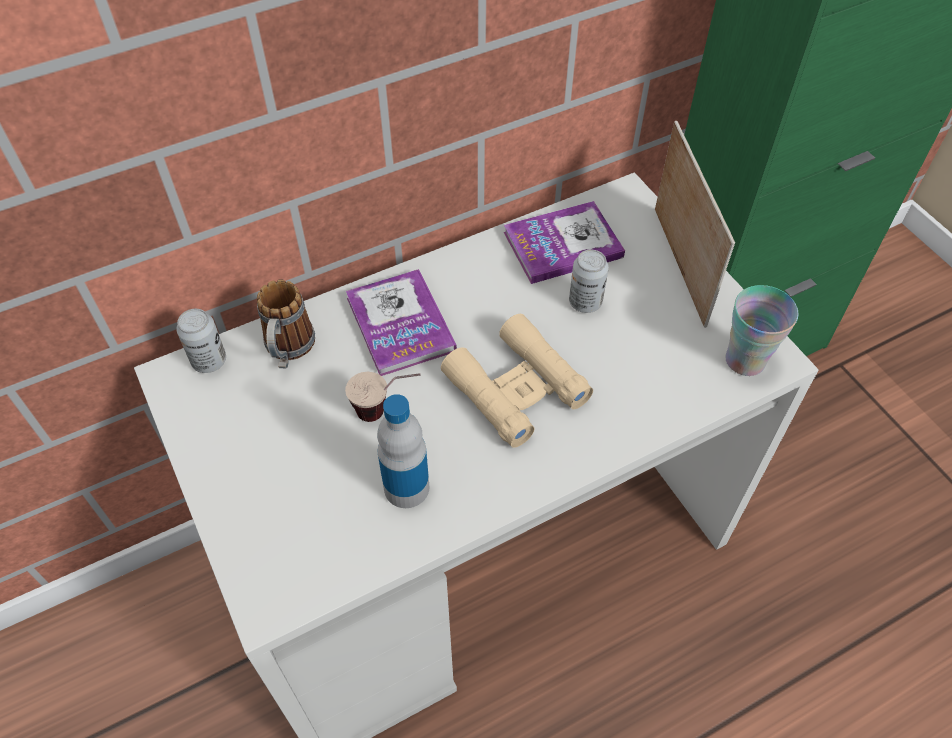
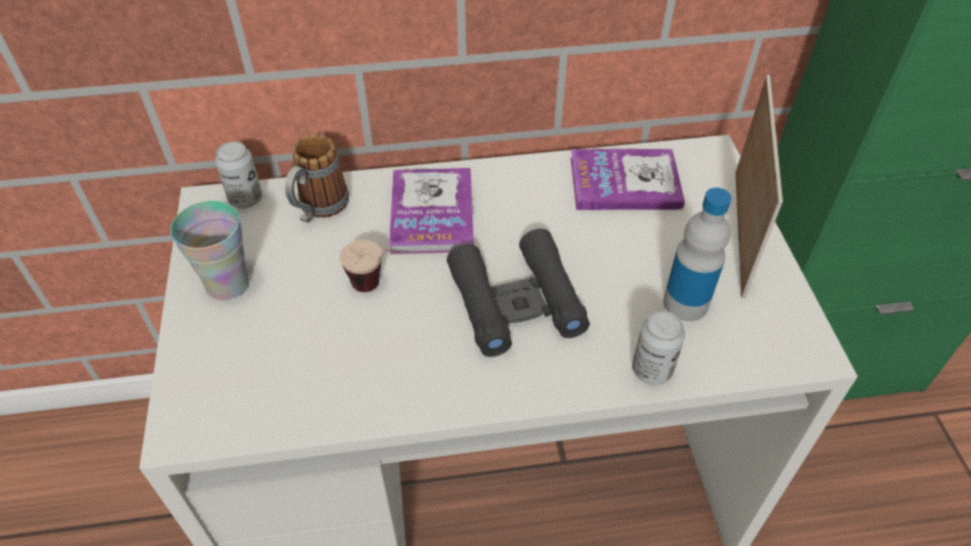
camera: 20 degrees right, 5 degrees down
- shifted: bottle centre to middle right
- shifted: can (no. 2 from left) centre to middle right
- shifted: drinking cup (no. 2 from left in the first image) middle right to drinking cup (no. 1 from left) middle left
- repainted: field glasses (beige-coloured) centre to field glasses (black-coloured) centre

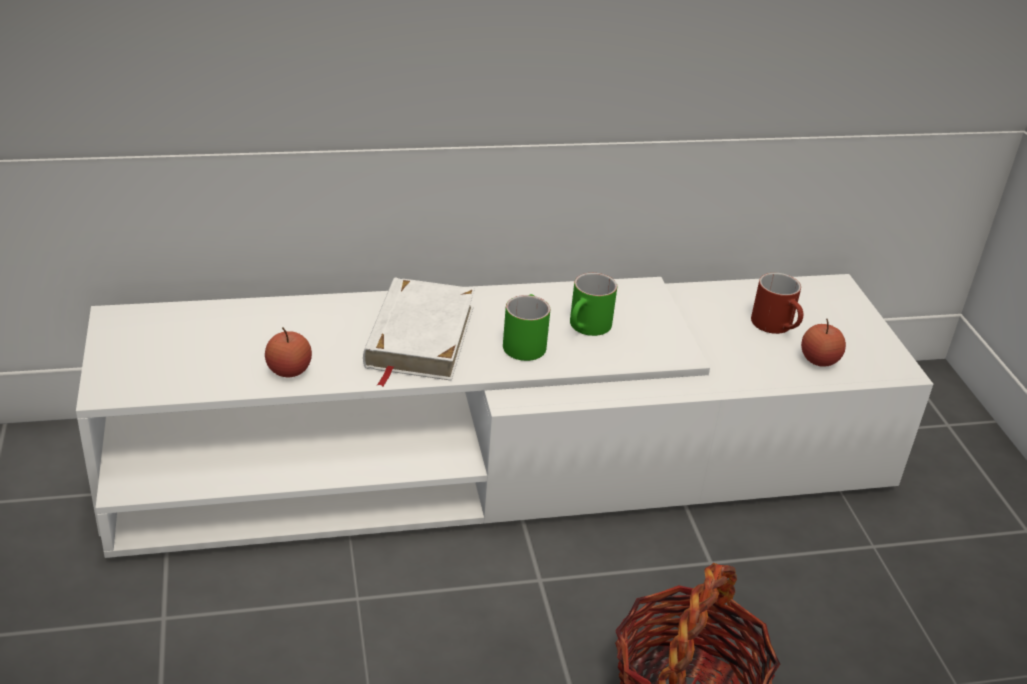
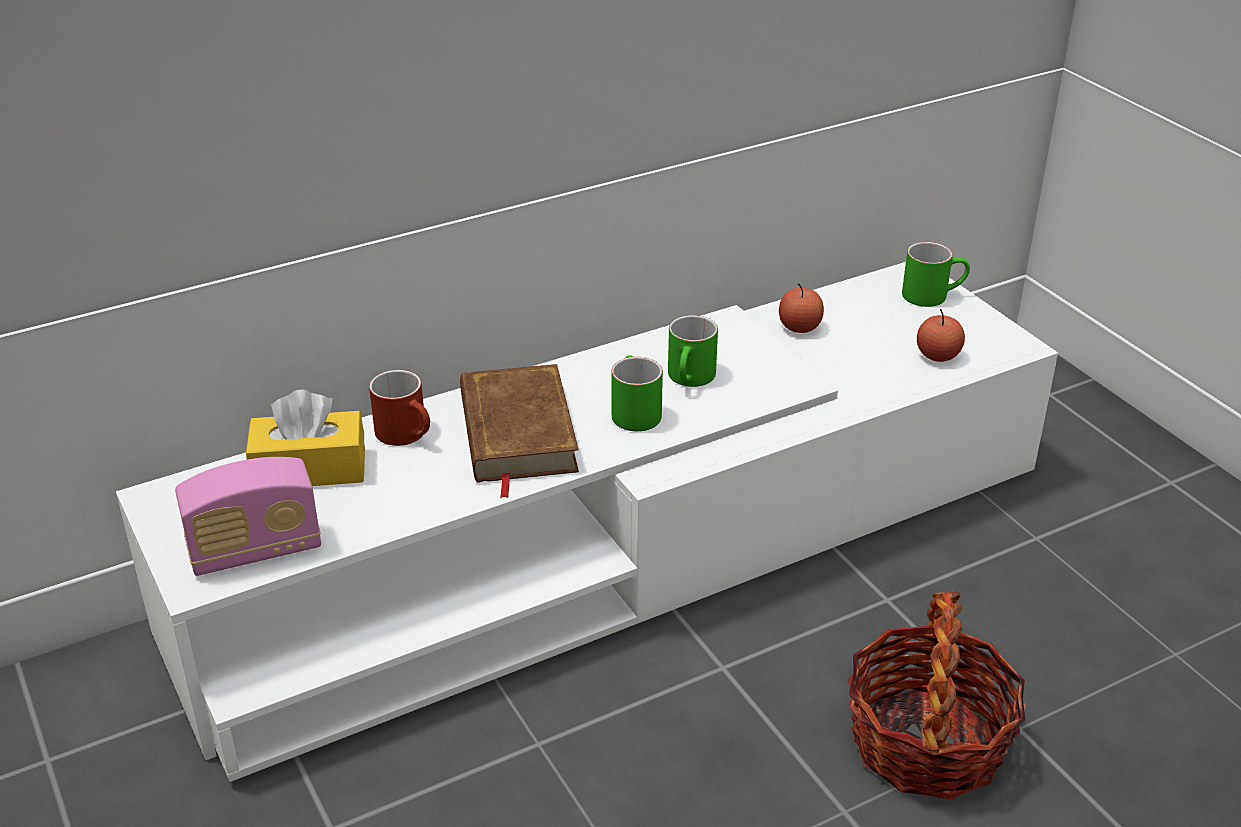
camera: 15 degrees left, 0 degrees up
- new: radio middle left
- new: tissue holder (yellow) middle left
- new: coffee mug (greenish) (no. 3 from left) top right
- shifted: whole apple (no. 1 from left) middle left to centre
- shifted: coffee mug (reddish) middle right to middle left
- repainted: bound book (white-coloured) centre to bound book (brownish) centre

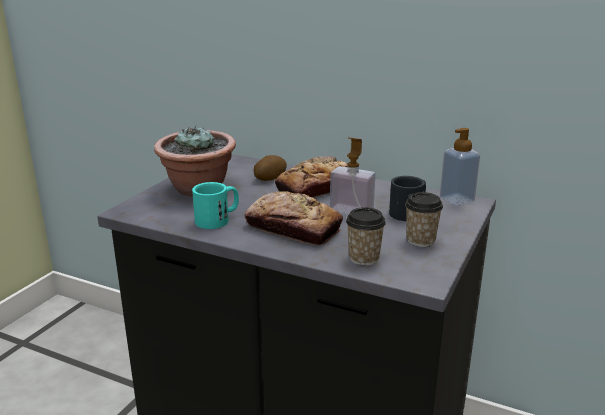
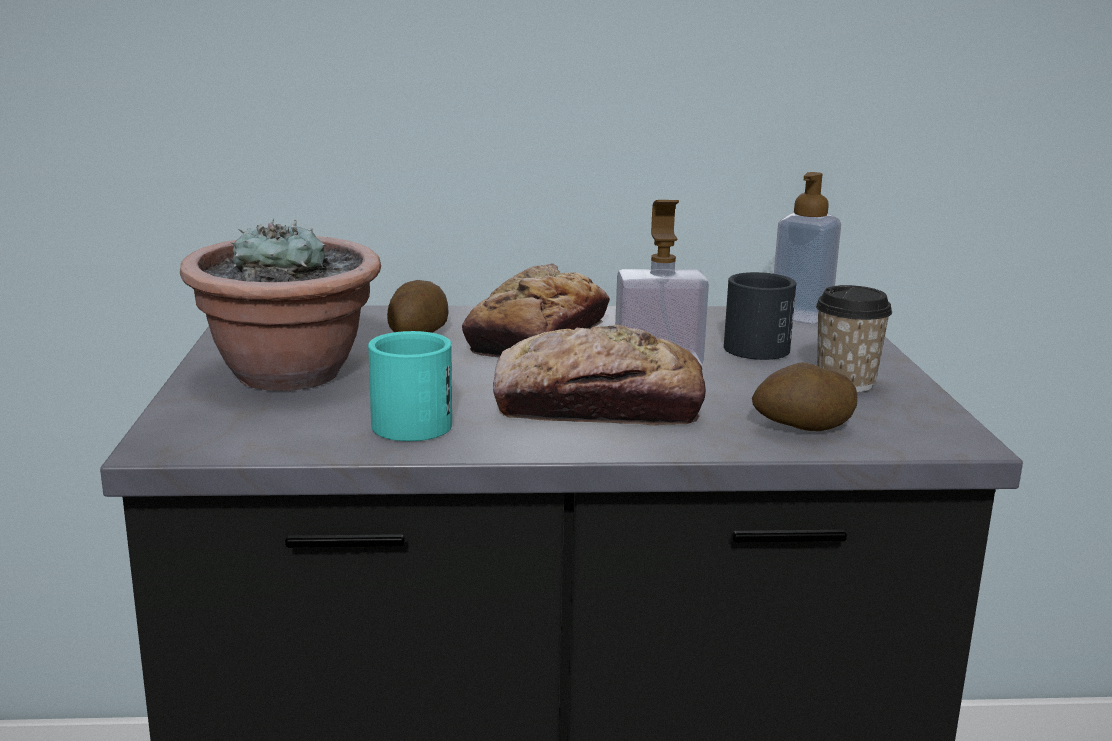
camera: 30 degrees left, 5 degrees down
- swapped: drinking cup (no. 1 from left) centre to potato (no. 2 from left) middle right

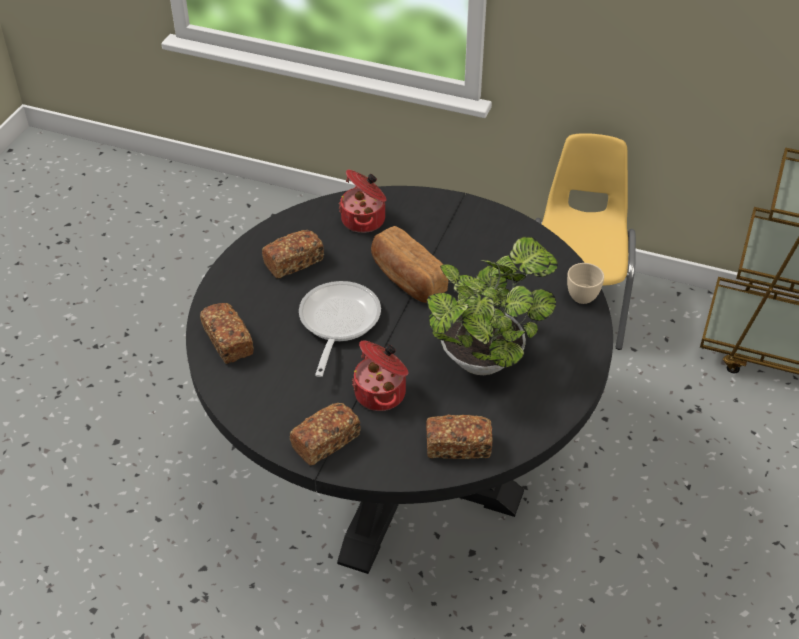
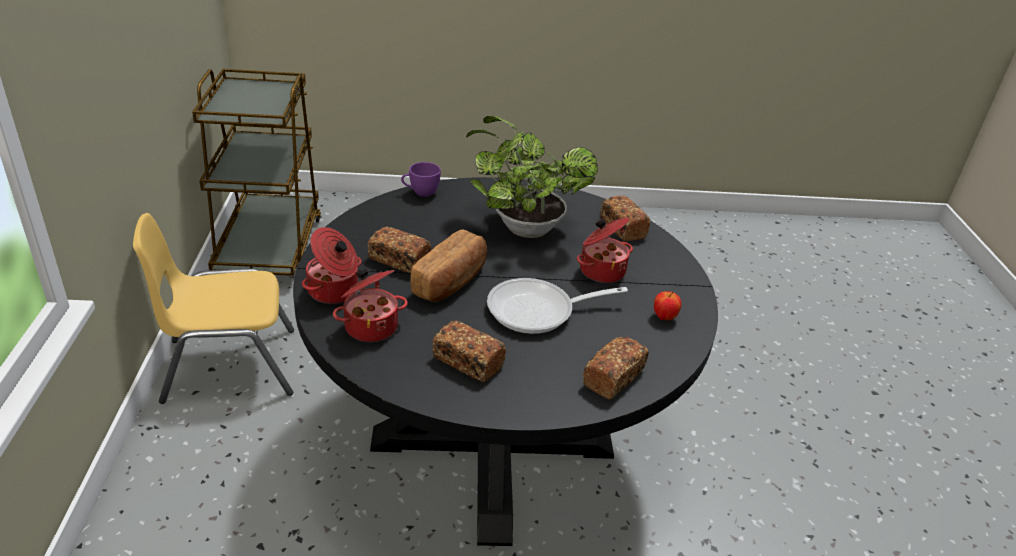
camera: 115 degrees left, 10 degrees down
- new: cooking pot (no. 1 from left) middle left
- new: whole apple centre
- shifted: bread (no. 3 from left in the first image) bottom centre to bread (no. 1 from left) centre
- repainted: drinking cup (beige-coloured) middle right to drinking cup (purple) top centre

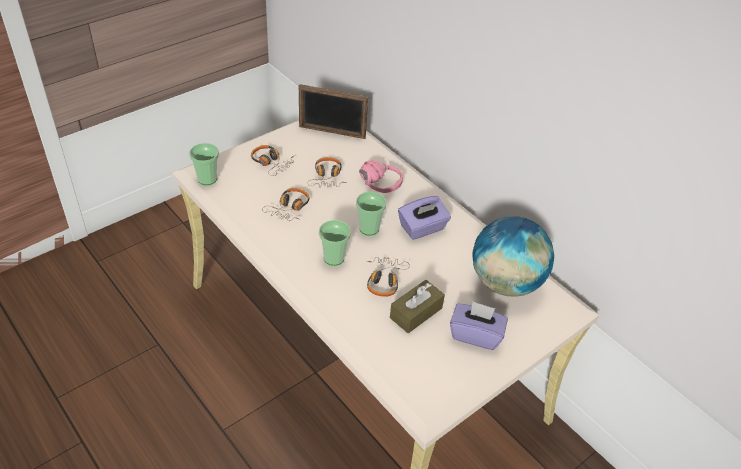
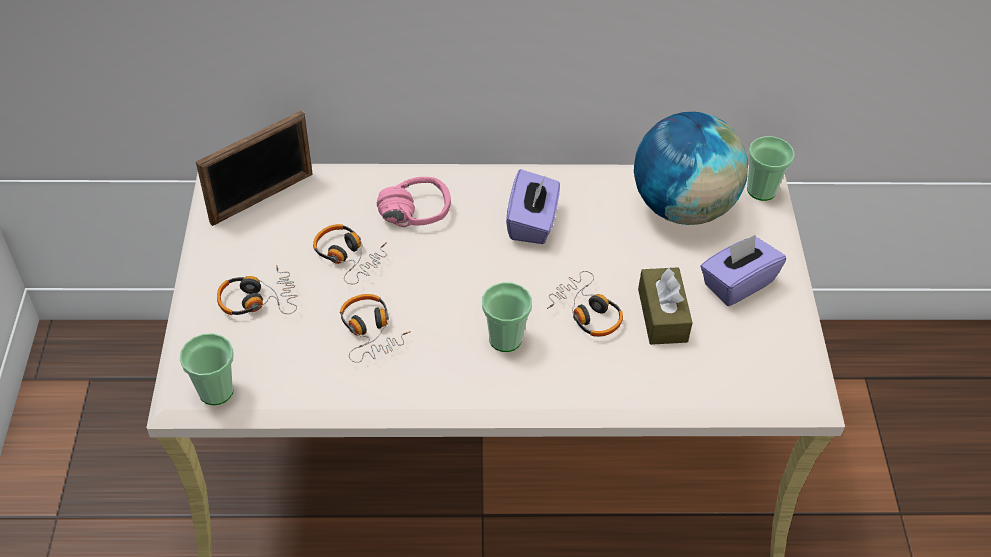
camera: 50 degrees left, 5 degrees up
- shifted: drinking cup (no. 3 from left) centre to top right

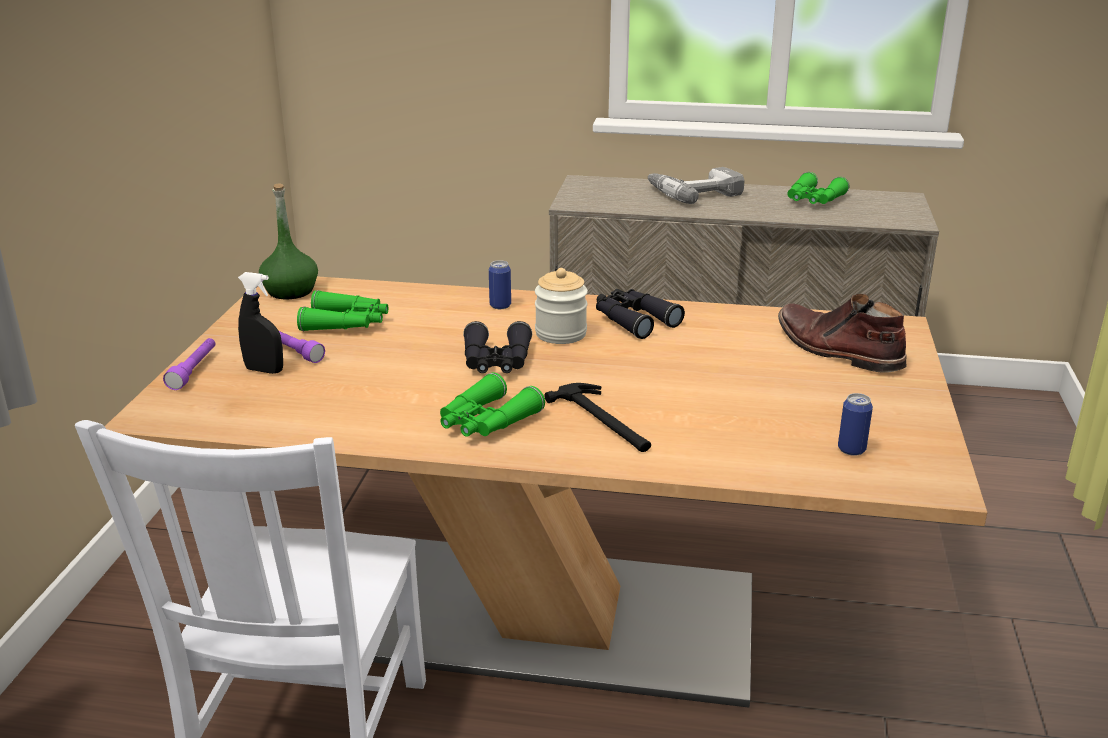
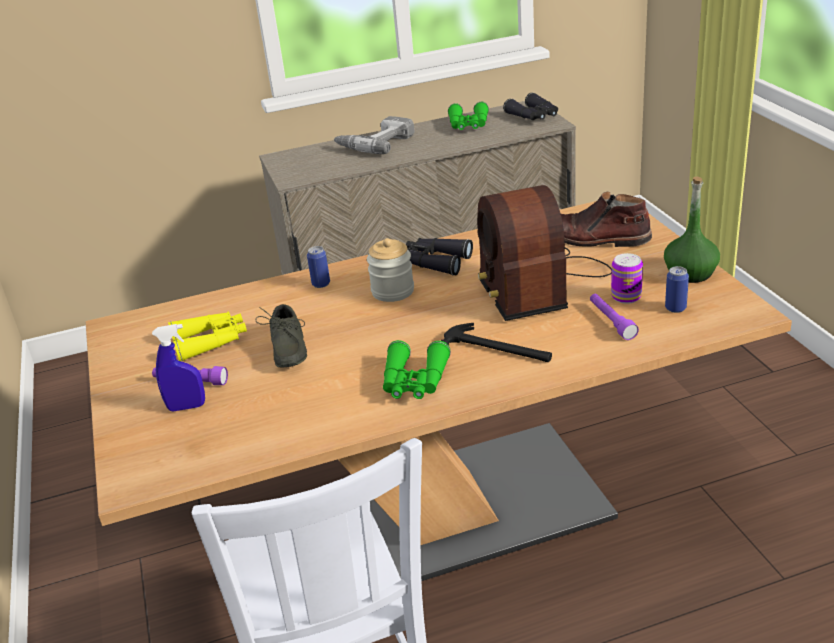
camera: 25 degrees left, 5 degrees up
- new: shoe (greyish) centre
- new: radio centre
- new: can (no. 2 from left) middle right
- shifted: flashlight (purple) (no. 1 from left in the first image) middle left to flashlight (purple) (no. 2 from left) middle right
- shifted: bottle (greenish) top left to middle right
- shifted: field glasses (black-coloured) (no. 1 from left in the first image) centre to field glasses (black-coloured) (no. 2 from left) top centre
- repainted: spray bottle (black-coloured) middle left to spray bottle (blue-coloured) middle left
- repainted: field glasses (greenish) (no. 1 from left) middle left to field glasses (yellow) middle left

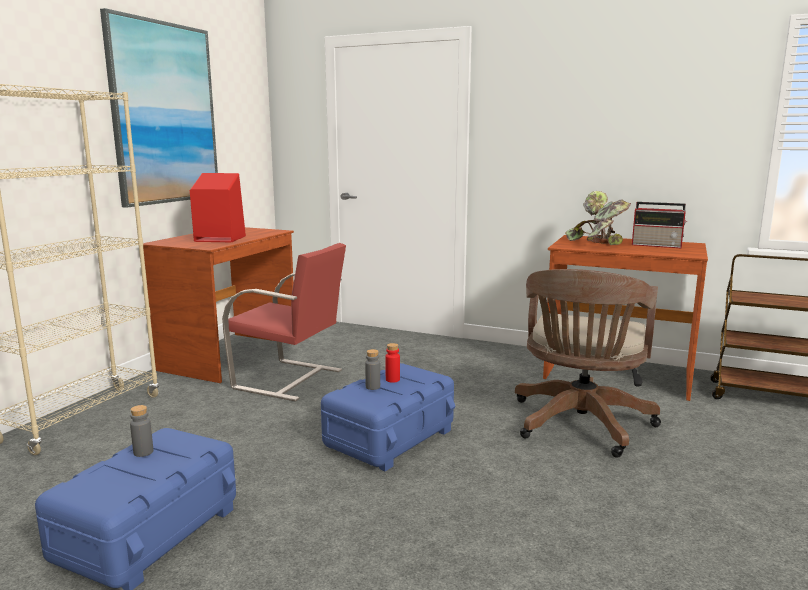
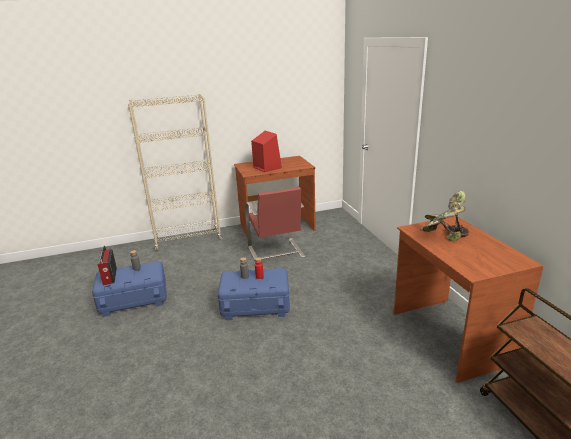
camera: 50 degrees right, 10 degrees up
- gone: wall art top left
- gone: office chair (brownish) middle right
- shifted: radio middle right to middle left

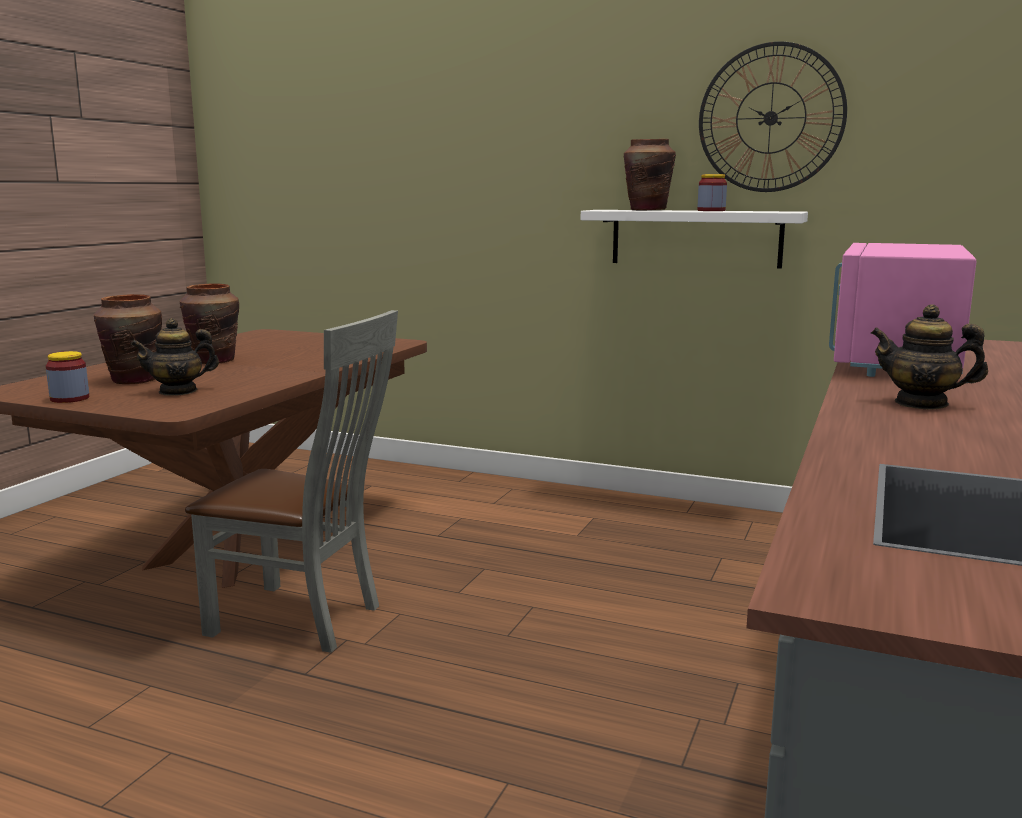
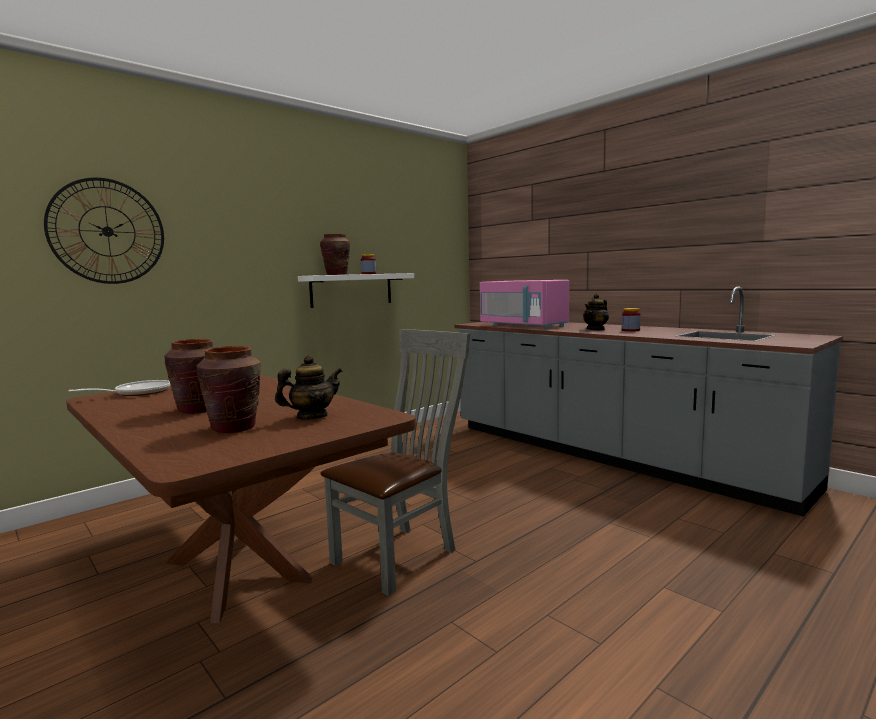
camera: 65 degrees left, 5 degrees down
- new: frying pan middle left
- shifted: preserve jar (no. 1 from left in the first image) middle left to preserve jar (no. 2 from left) middle right
- shifted: wall clock top right to top left
- rotated: teapot (no. 1 from left) middle left = centre 120 degrees counterclockwise

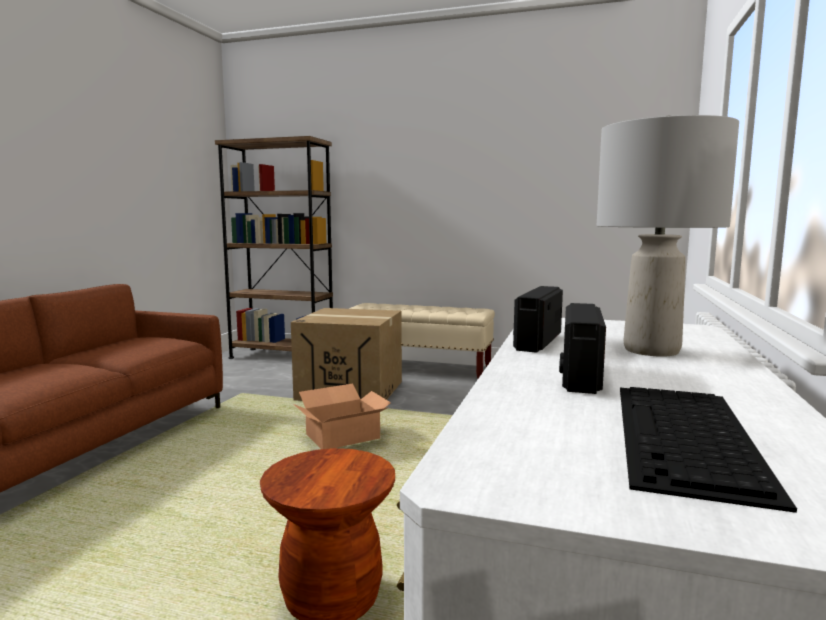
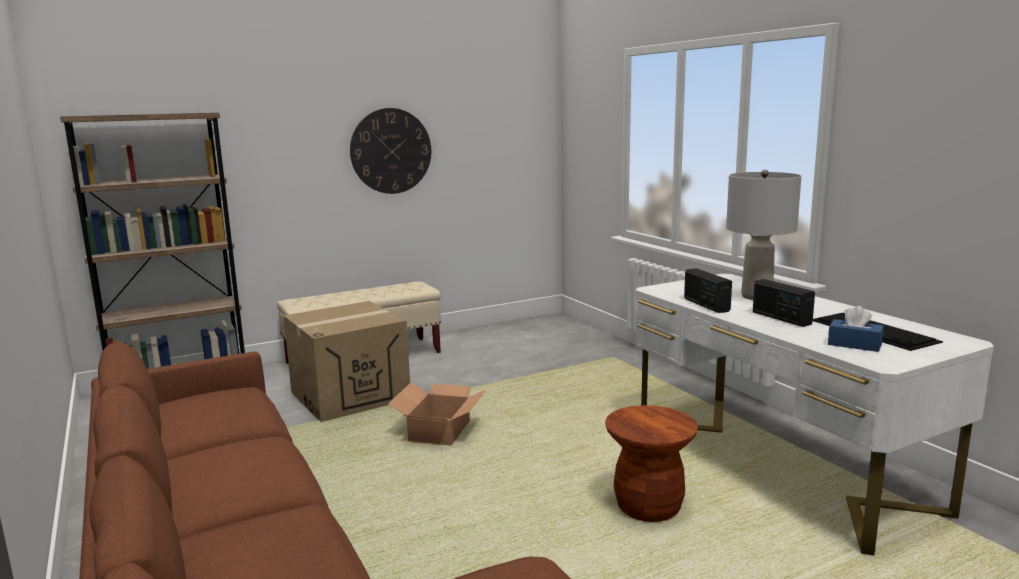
camera: 45 degrees left, 5 degrees up
- new: wall clock top centre
- new: tissue holder (blue-coloured) middle right

